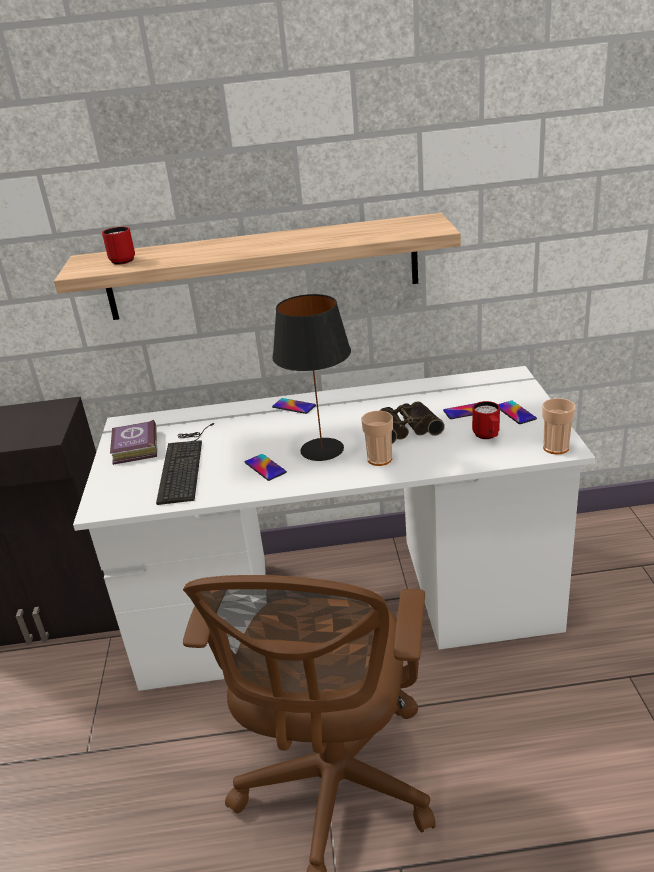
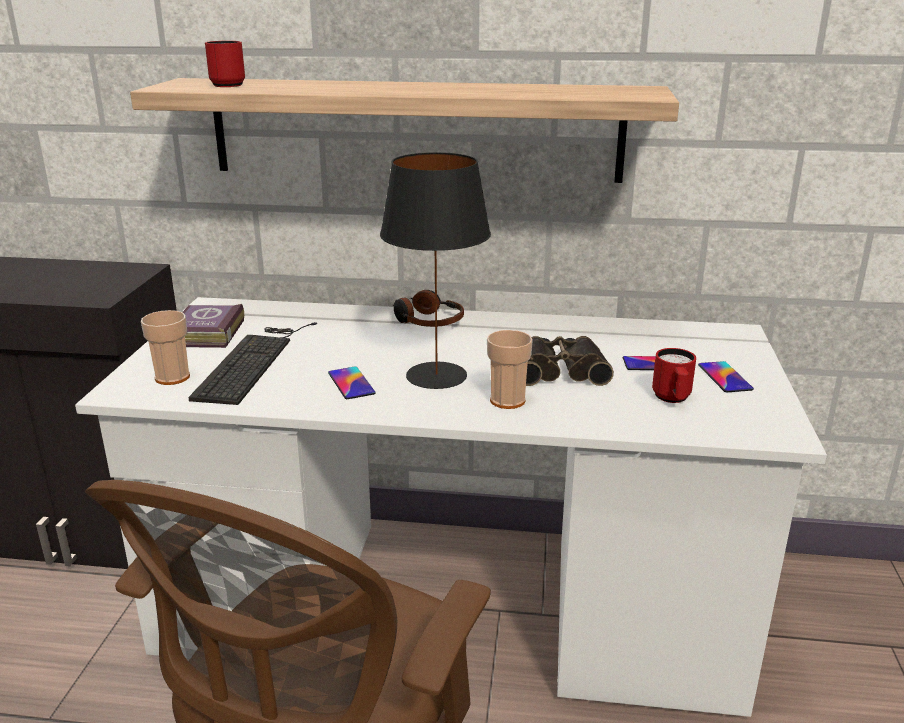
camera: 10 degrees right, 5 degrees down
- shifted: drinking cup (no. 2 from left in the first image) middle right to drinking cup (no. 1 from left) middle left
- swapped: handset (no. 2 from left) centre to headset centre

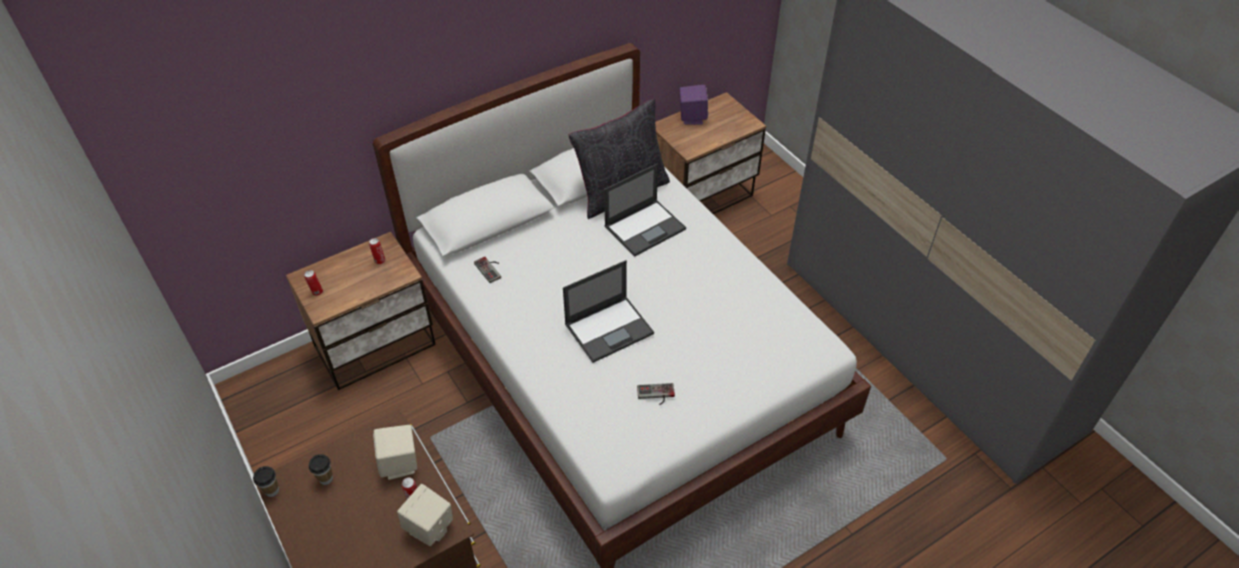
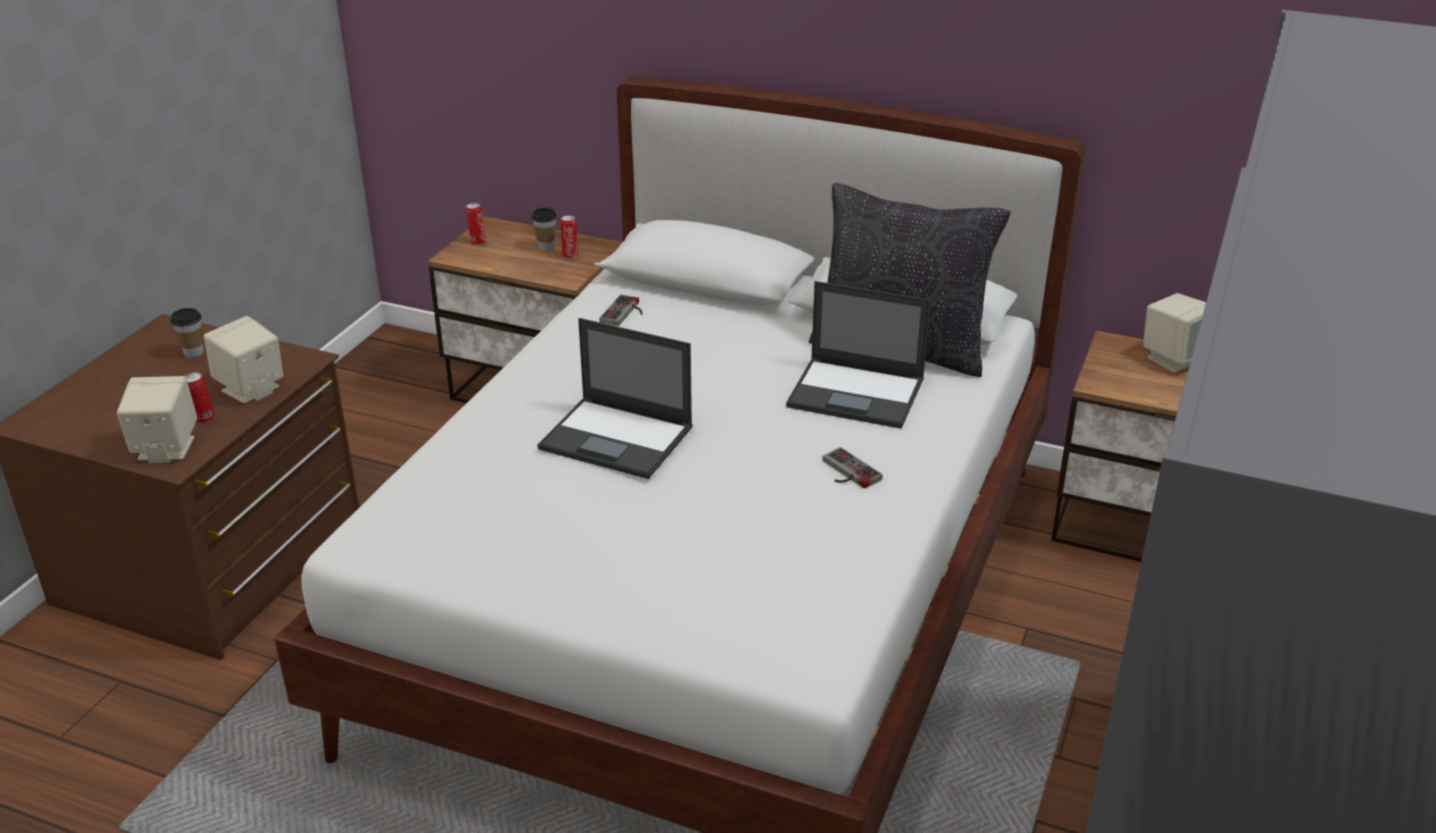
camera: 55 degrees right, 15 degrees down
- shifted: drinking cup (no. 1 from left in the first image) bottom left to drinking cup (no. 2 from left) top centre
- shifted: game controller (no. 2 from left) bottom centre to centre
- repainted: audio speaker (purple) top centre to audio speaker (beige-coloured) (no. 3 from left) middle right

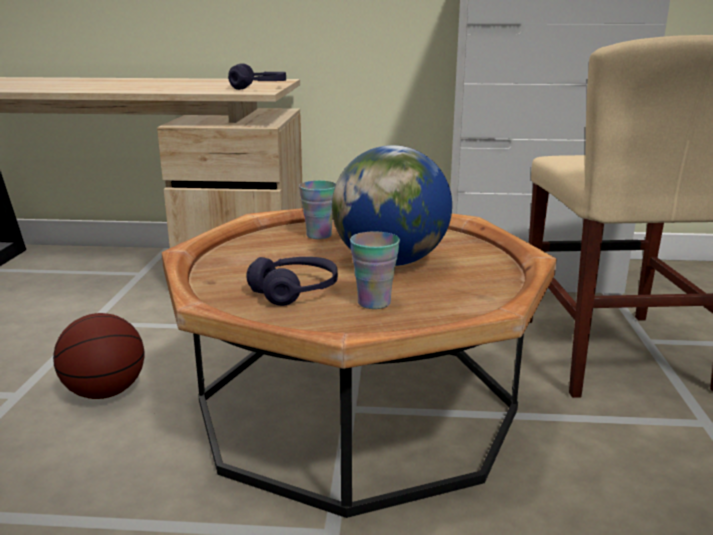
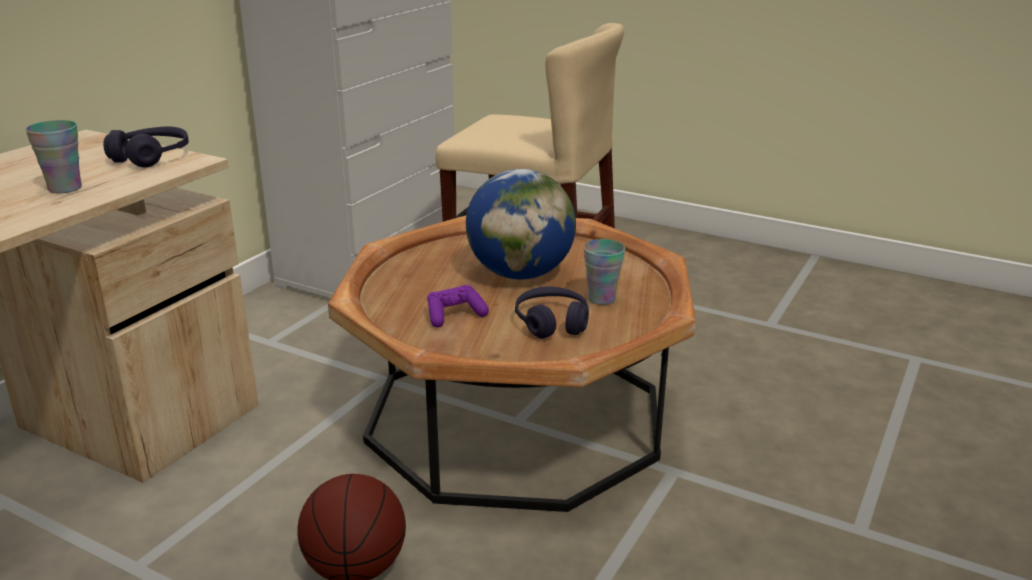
camera: 65 degrees left, 5 degrees up
- new: game controller (purple) centre
- shifted: drinking cup (no. 1 from left) centre to top left

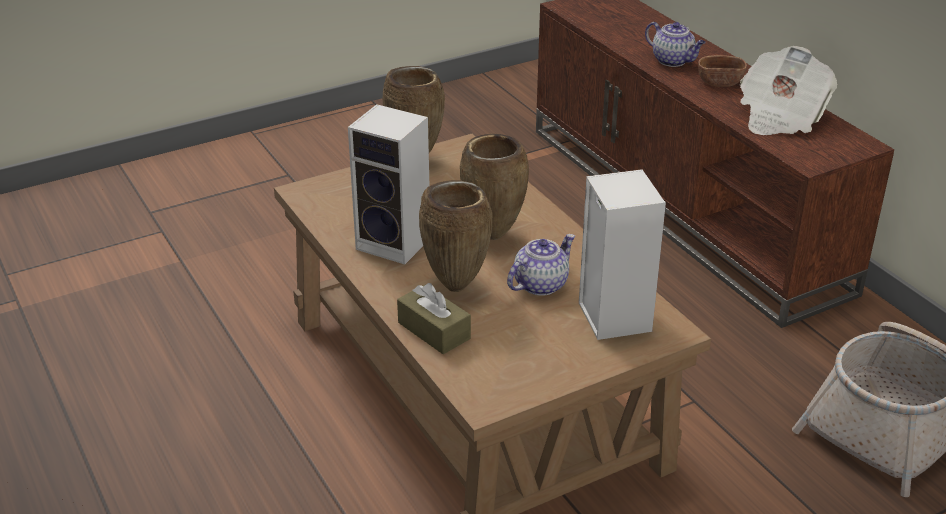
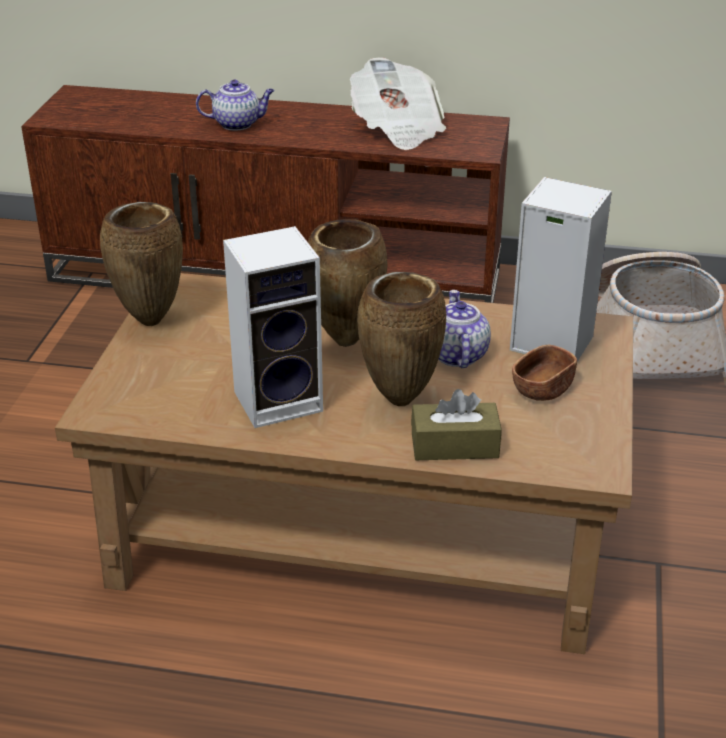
camera: 50 degrees left, 0 degrees up
- shifted: deep dish (brownish) top right to middle right

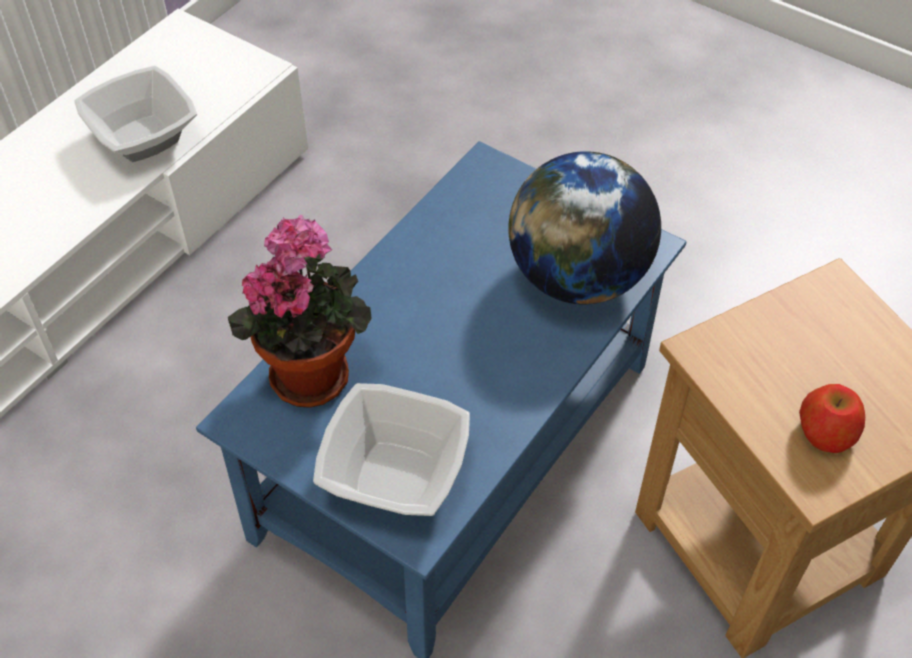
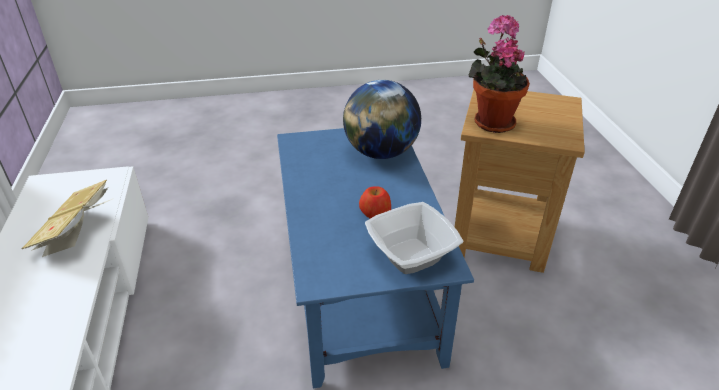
camera: 45 degrees left, 15 degrees down
- shifted: houseplant middle left to top right
- shifted: whole apple middle right to centre
- swapped: deep dish (no. 1 from left) top left to bound book middle left

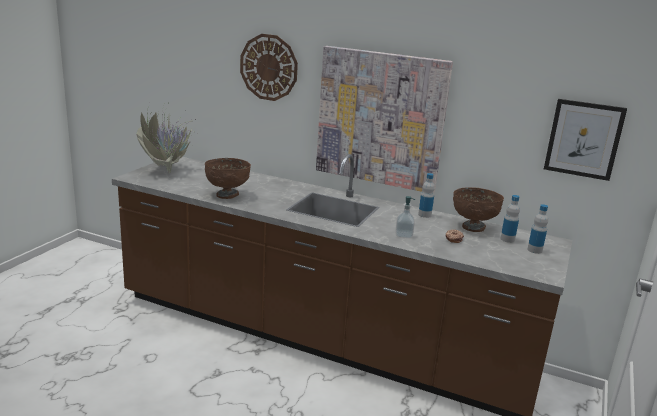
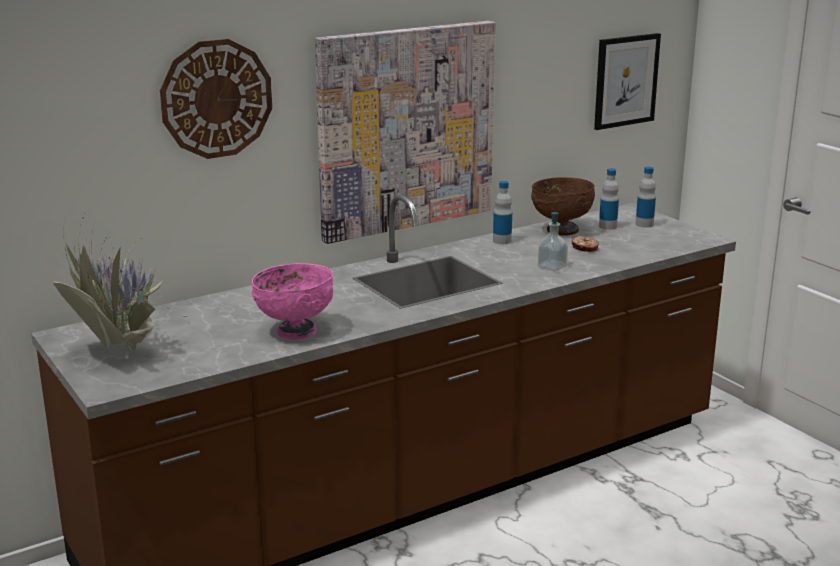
camera: 55 degrees left, 0 degrees up
- repainted: deep dish (brownish) (no. 1 from left) centre to deep dish (pink-coloured) centre

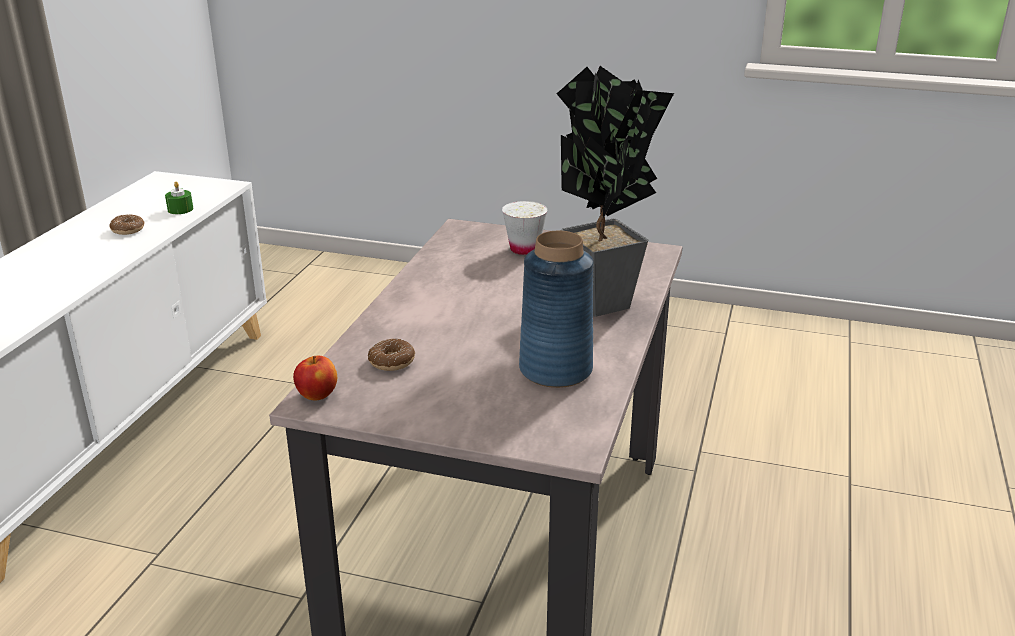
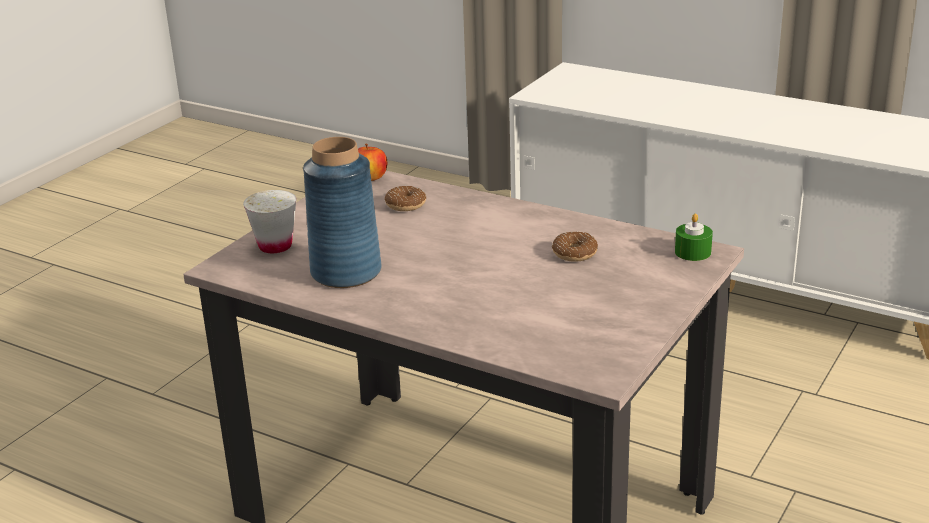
camera: 105 degrees right, 0 degrees up
- gone: houseplant top centre
- shifted: donut (no. 1 from left in the first image) middle left to donut (no. 2 from left) centre
- shifted: wax candle (greenish) top left to middle right
- shifted: drinking cup (white-coloured) centre to middle left

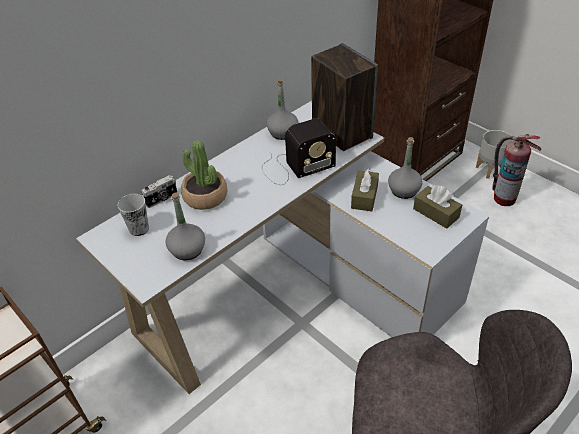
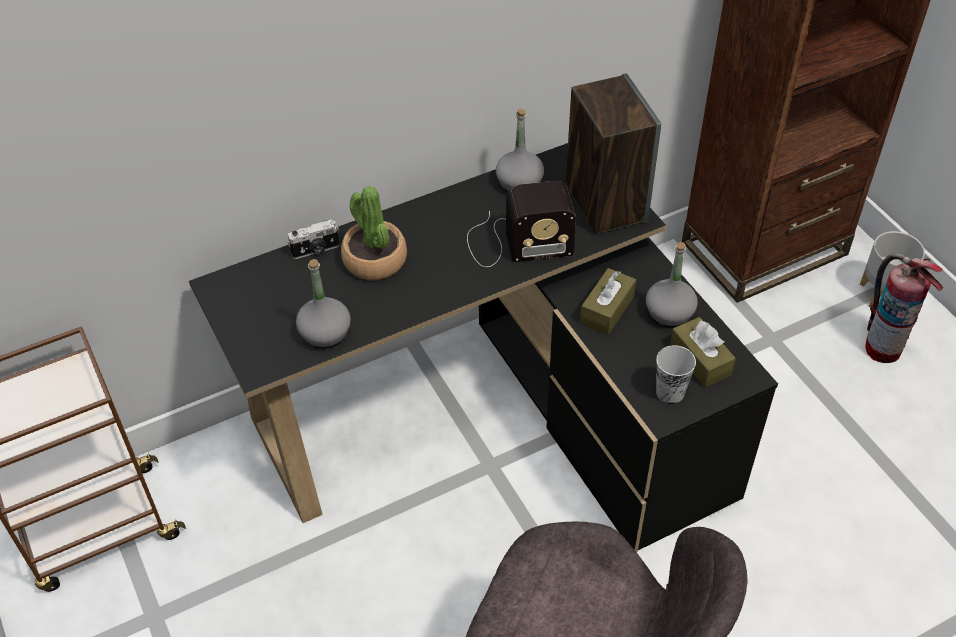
camera: 15 degrees right, 5 degrees up
- shifted: drinking cup middle left to middle right
- repainted: desk table (white-coloured) centre to desk table (black-coloured) centre

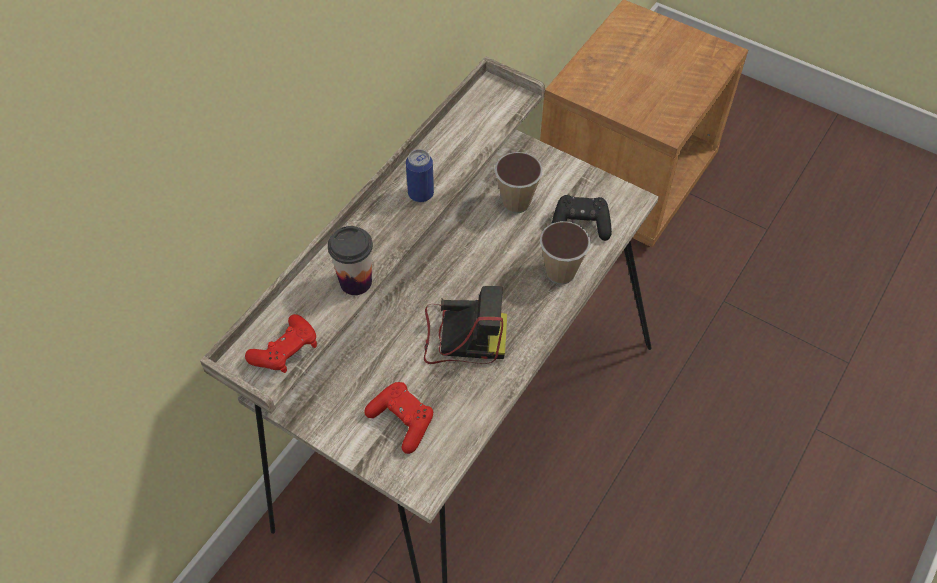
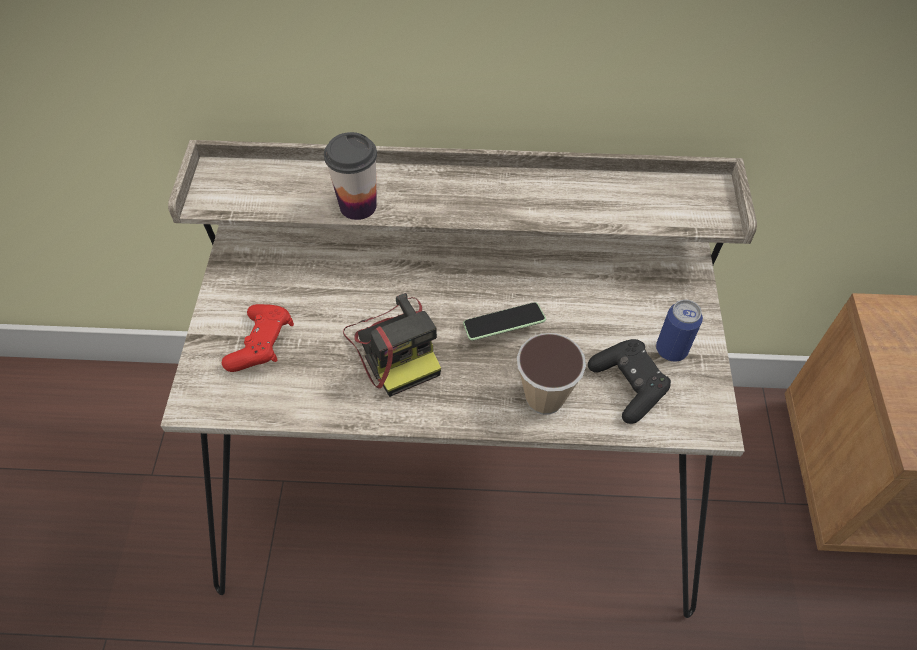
camera: 60 degrees right, 0 degrees up
- gone: game controller (reddish) (no. 1 from left) middle left
- gone: drinking cup (no. 2 from left) top centre
- new: handset centre
- shifted: can top centre to middle right

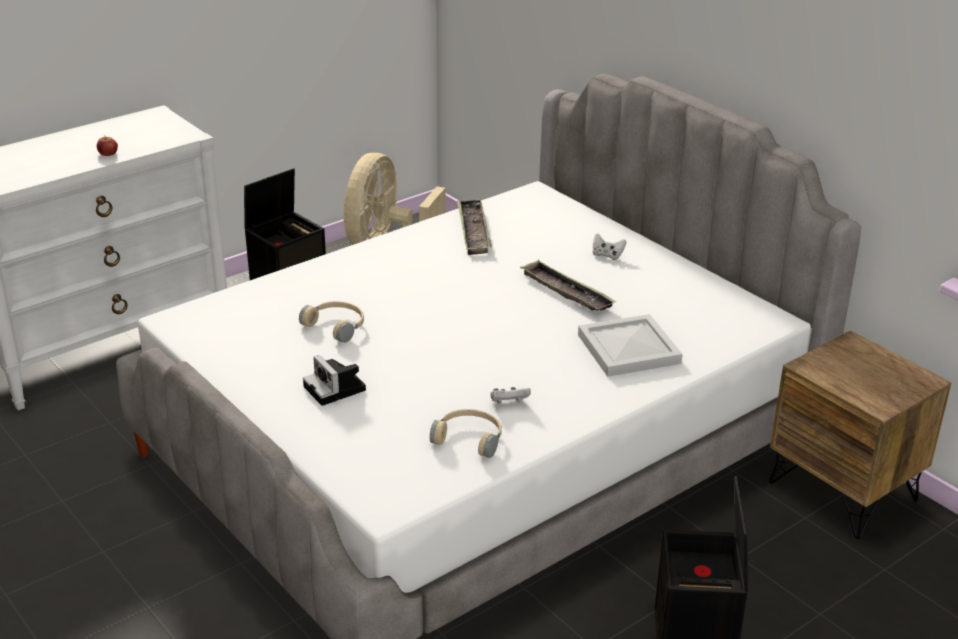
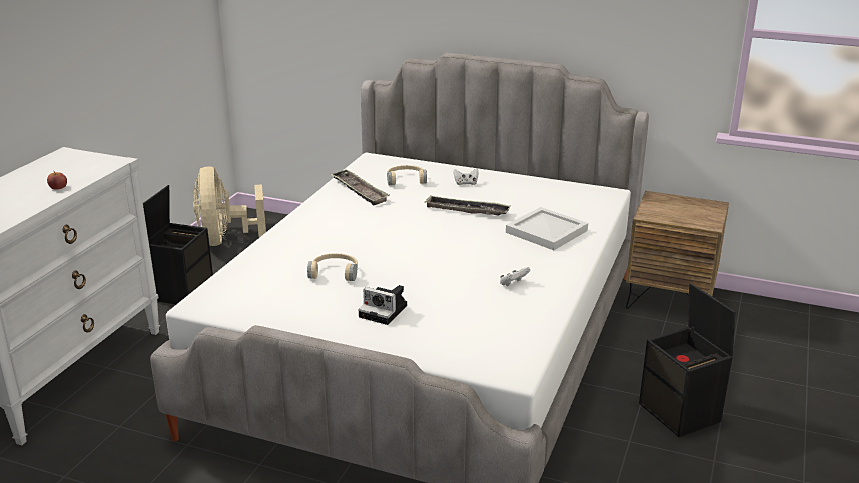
camera: 30 degrees left, 5 degrees down
- shifted: headset (beige-coloured) (no. 2 from left) bottom centre to centre

